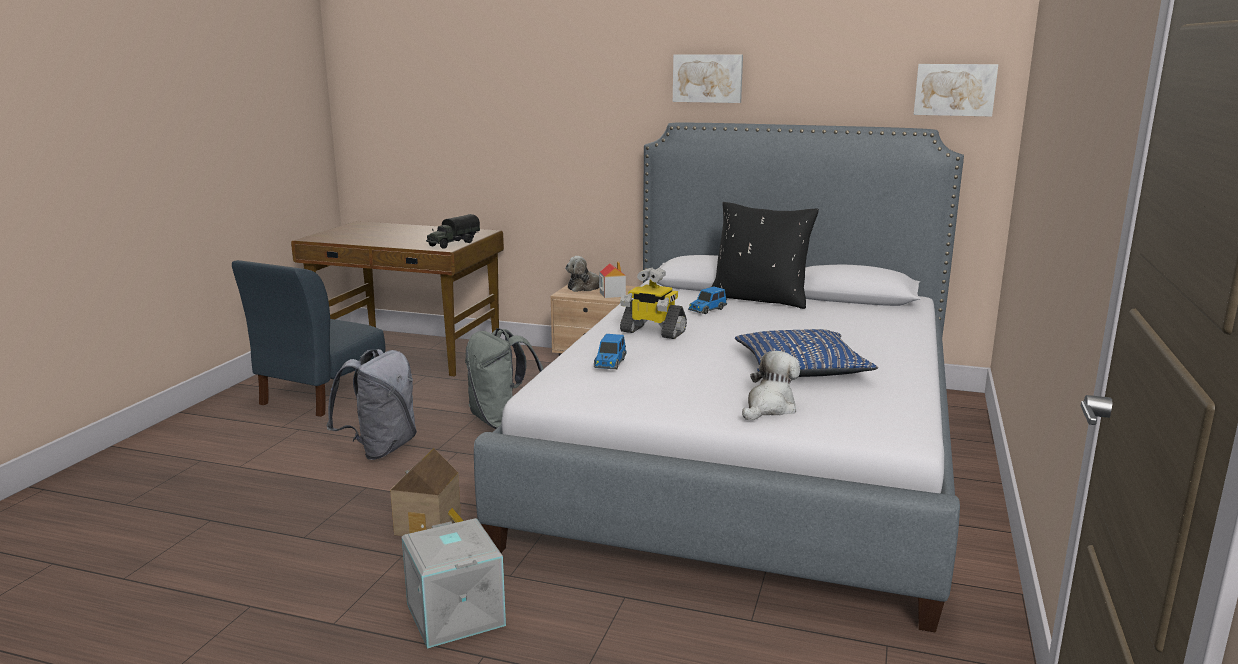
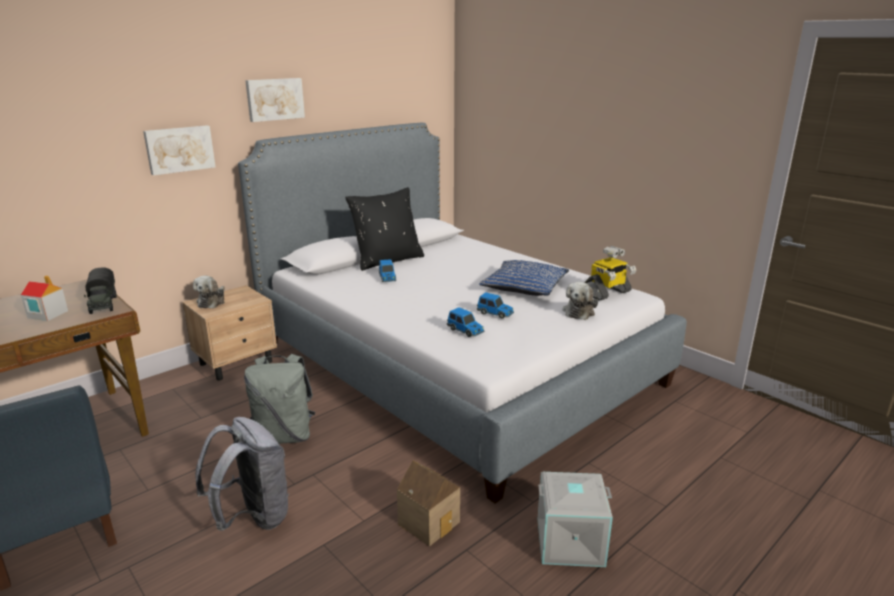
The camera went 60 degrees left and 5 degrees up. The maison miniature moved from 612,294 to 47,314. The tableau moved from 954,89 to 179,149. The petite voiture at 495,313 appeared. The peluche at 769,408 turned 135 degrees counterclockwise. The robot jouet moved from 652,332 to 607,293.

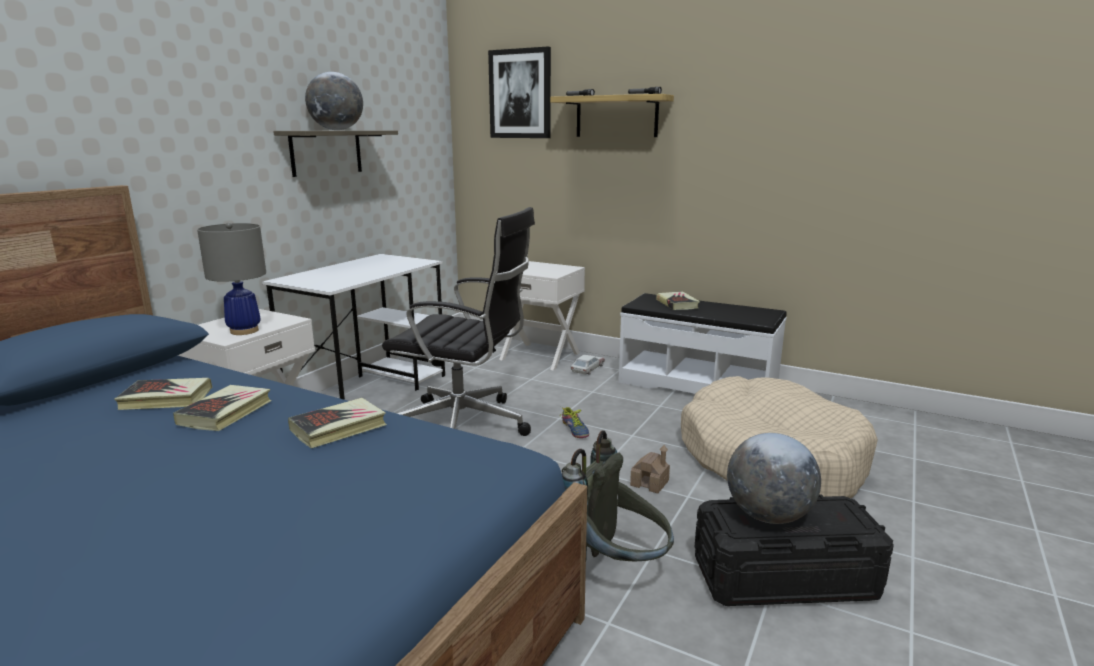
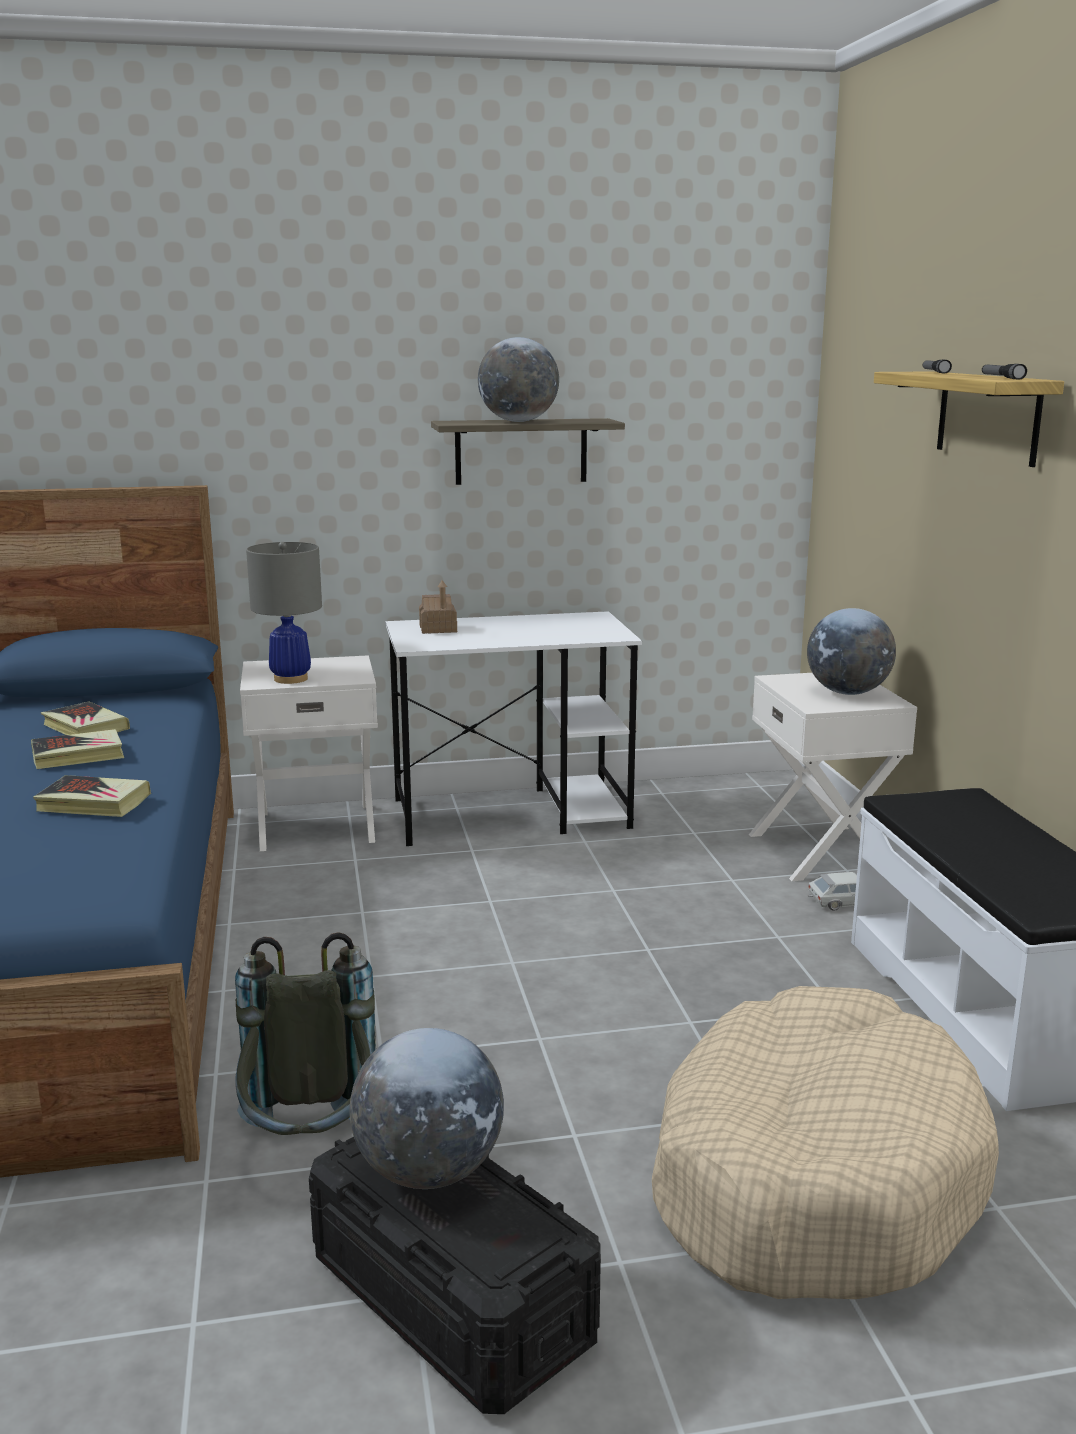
The camera went 50 degrees right and 0 degrees up. The maison miniature moved from 650,483 to 438,629. The globe at 848,693 appeared. The chaise de bureau/noir at 465,426 disappeared. The tableau at 520,94 disappeared. The chaussure at 573,430 disappeared. The livre at 677,304 disappeared.

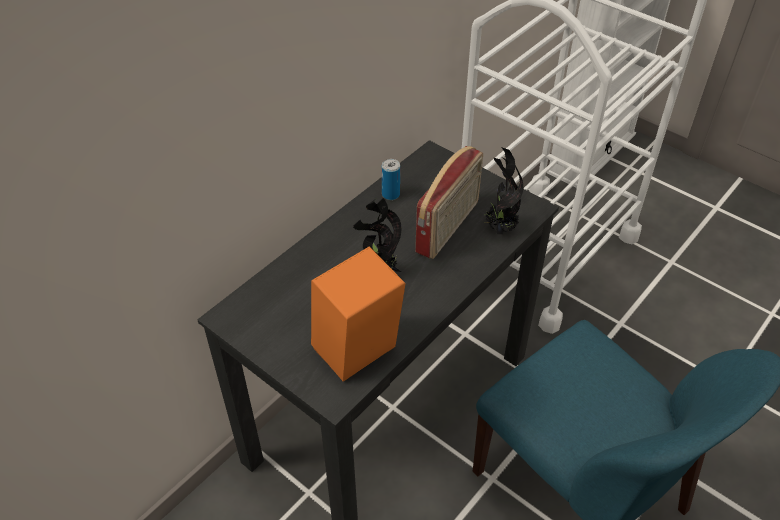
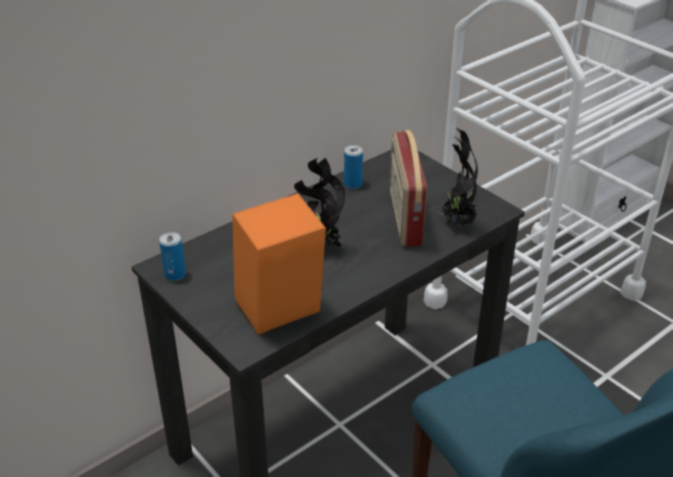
The camera went 10 degrees right and 10 degrees down. The boîte métallique at 175,274 appeared. The radio at 448,227 turned 135 degrees clockwise.

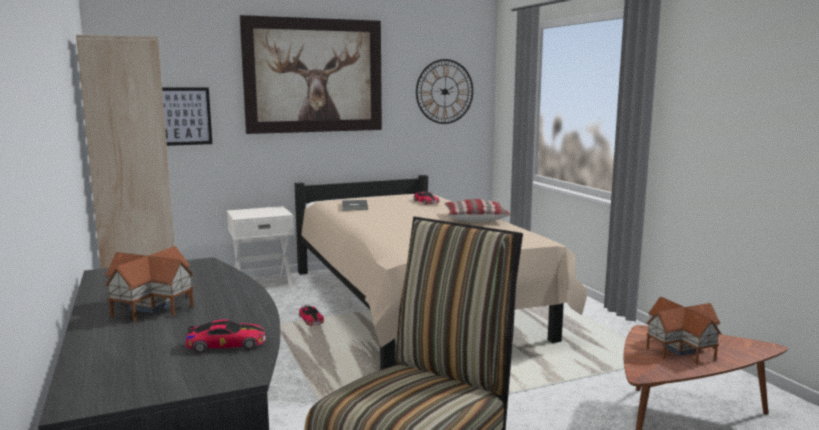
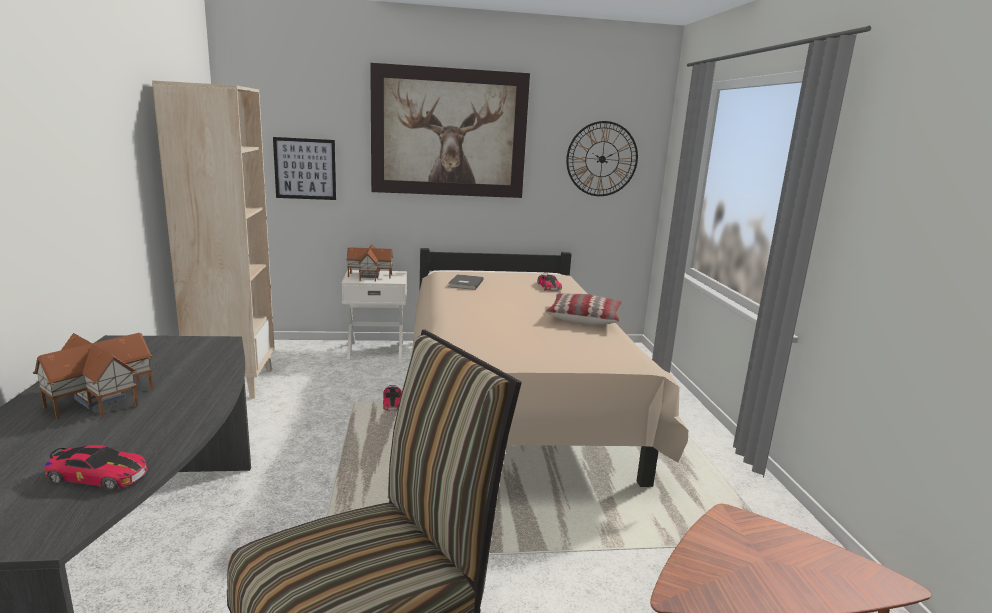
The camera went 15 degrees right and 5 degrees up. The maison miniature moved from 682,349 to 370,276.

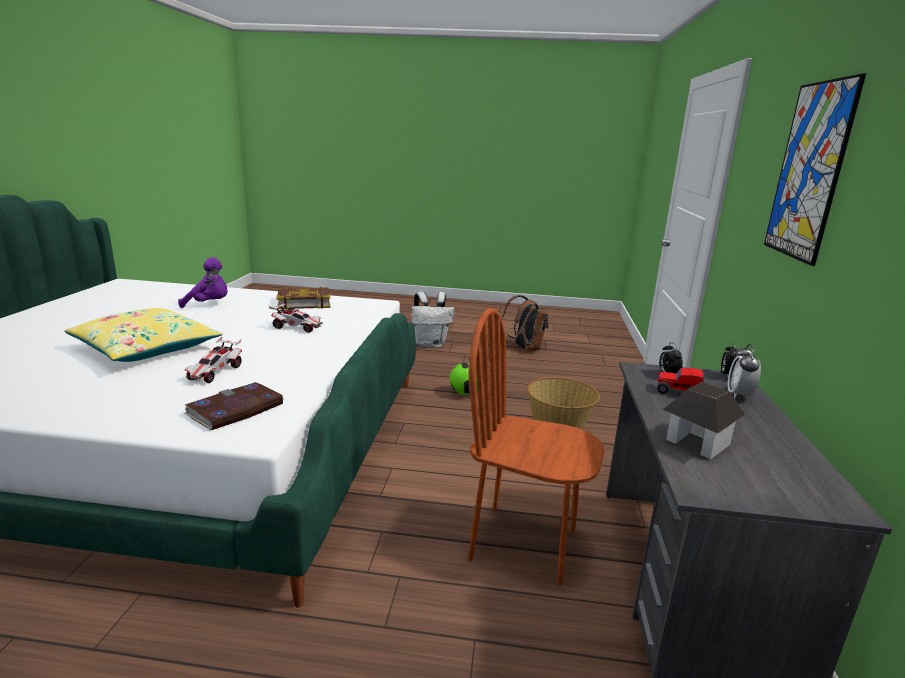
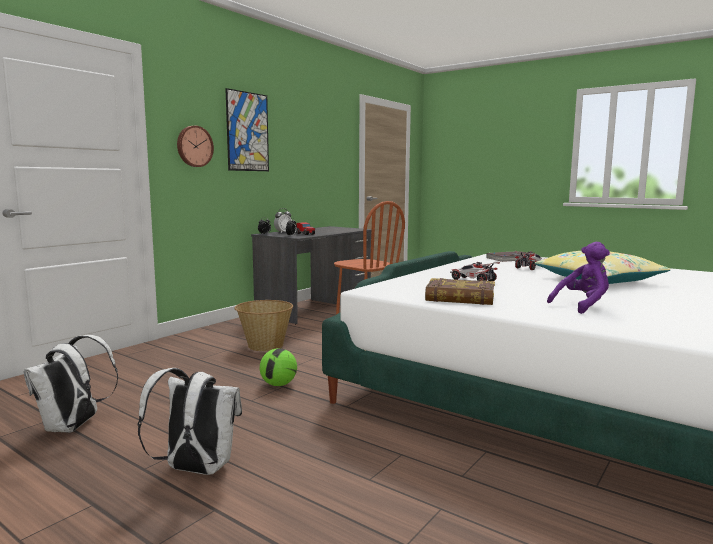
The camera went 150 degrees left and 10 degrees down. The sac à dos/marron at 525,348 became the sac à dos/blanc at 73,427. The horloge murale at 194,146 appeared. The peluche/violet at 209,304 turned 120 degrees clockwise. The maison miniature at 697,442 disappeared.

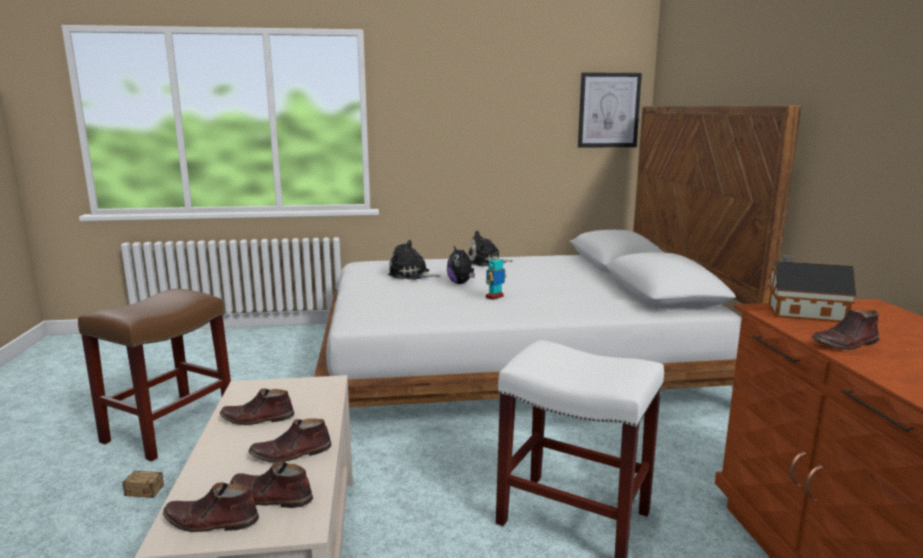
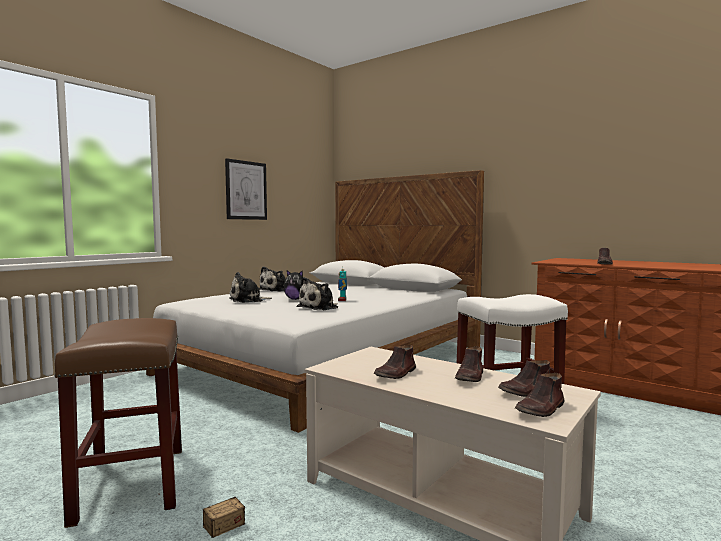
The camera went 45 degrees left and 10 degrees down. The tableau moved from 608,110 to 246,190. The peluche at 320,307 appeared. The maison miniature at 802,312 disappeared.

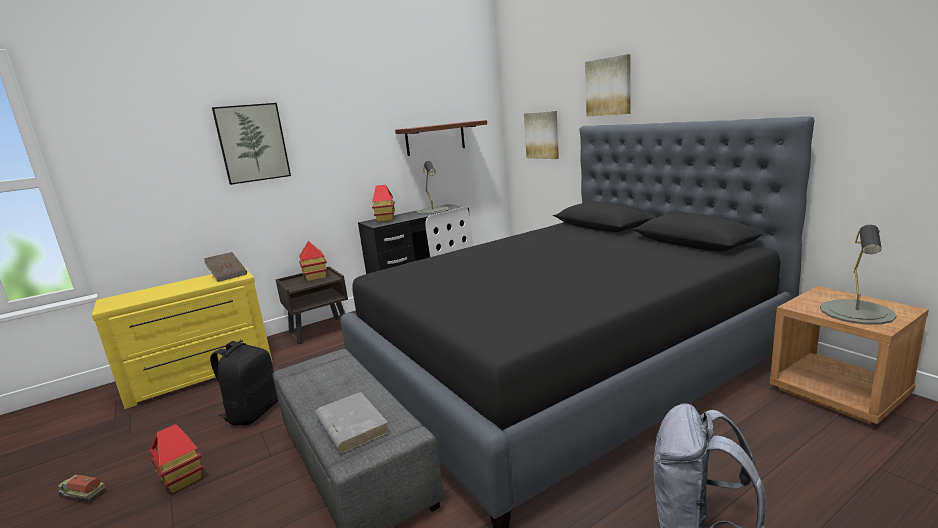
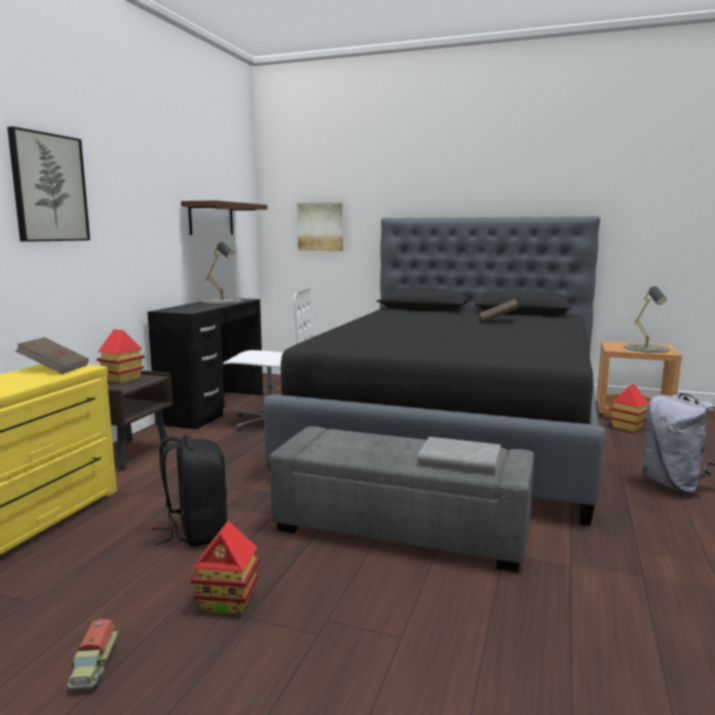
The camera went 40 degrees left and 5 degrees down. The camion jouet at 82,494 turned 75 degrees counterclockwise. The livre/marron at 499,320 appeared. The maison miniature moved from 385,219 to 627,427. The tableau at 609,86 disappeared.

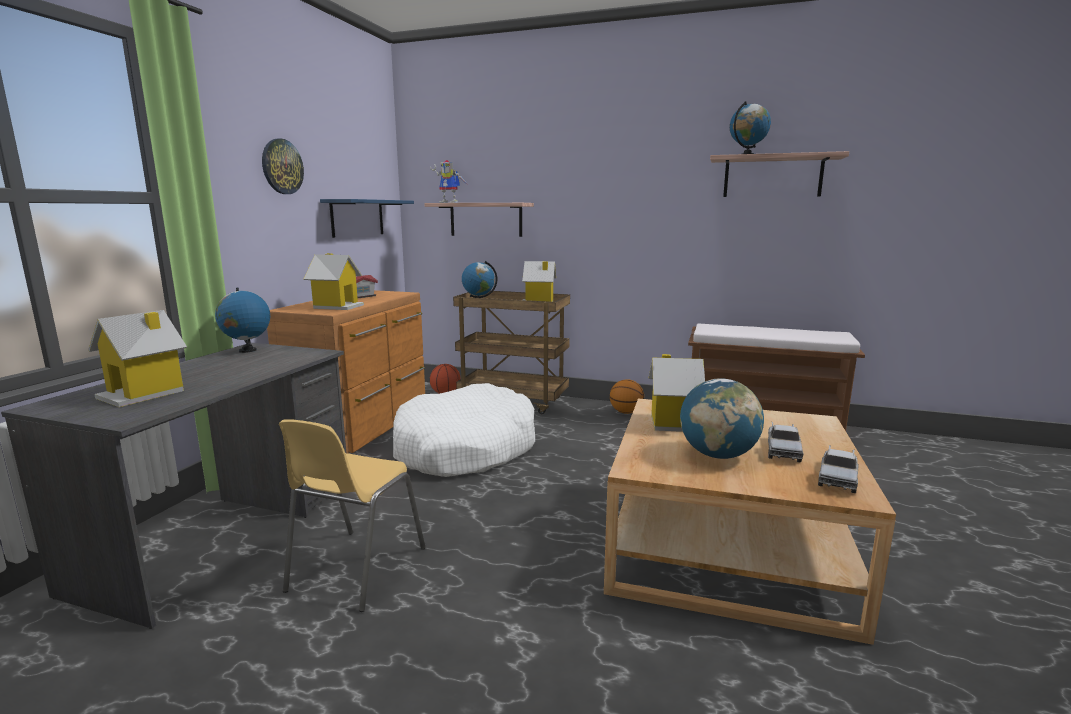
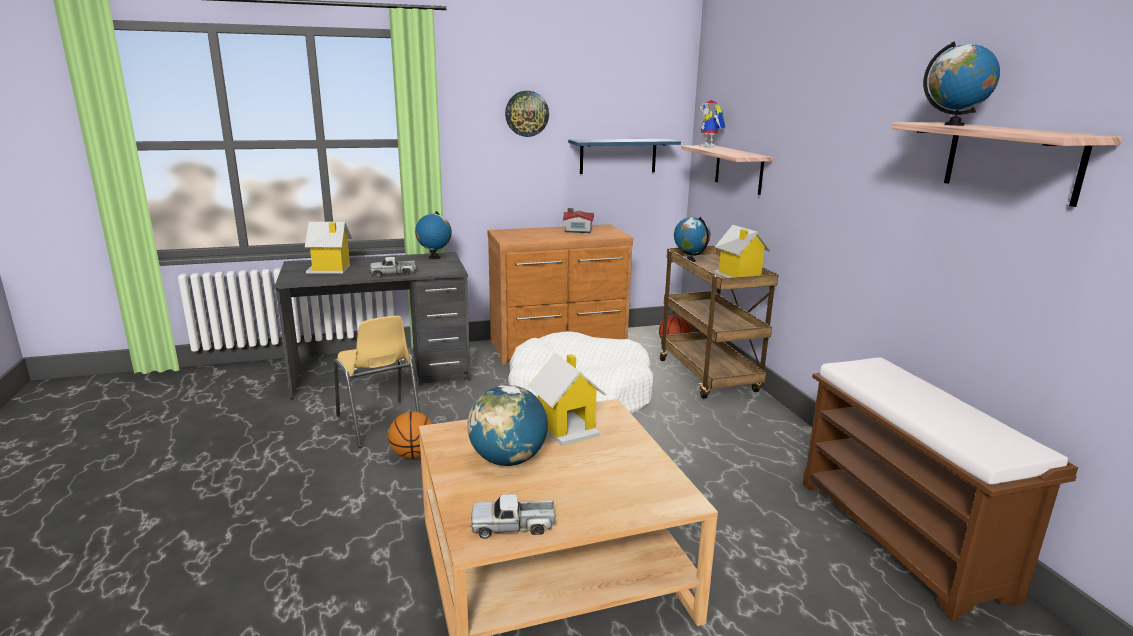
The camera went 55 degrees right and 5 degrees up. The chaise/jaune at 355,569 turned 105 degrees counterclockwise. The camion jouet moved from 783,450 to 393,274. The ballon de basket moved from 626,412 to 413,455. The maison miniature at 337,306 disappeared.

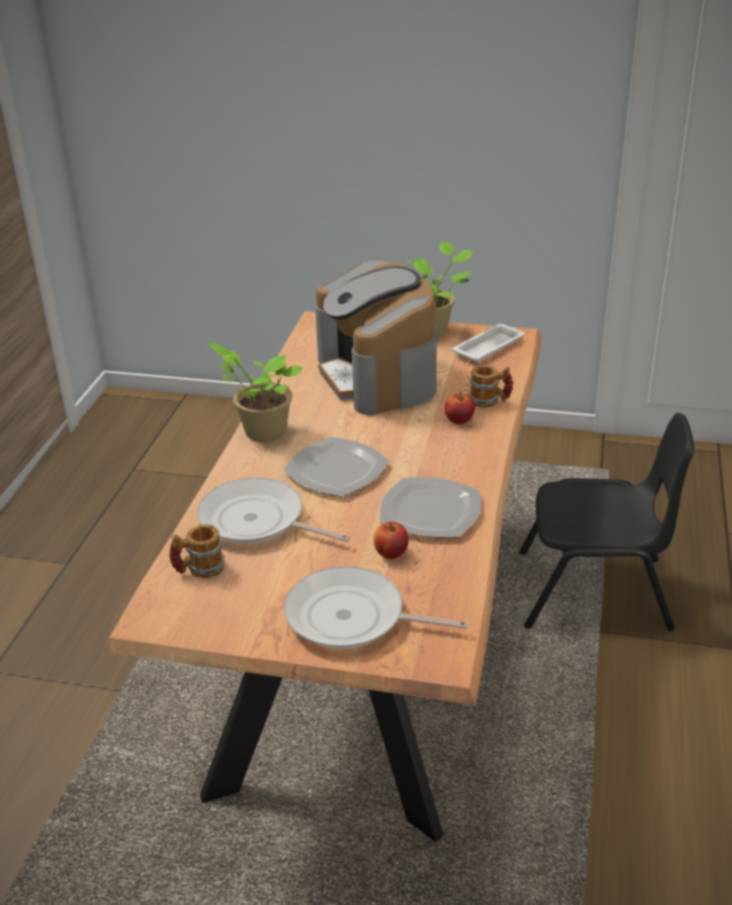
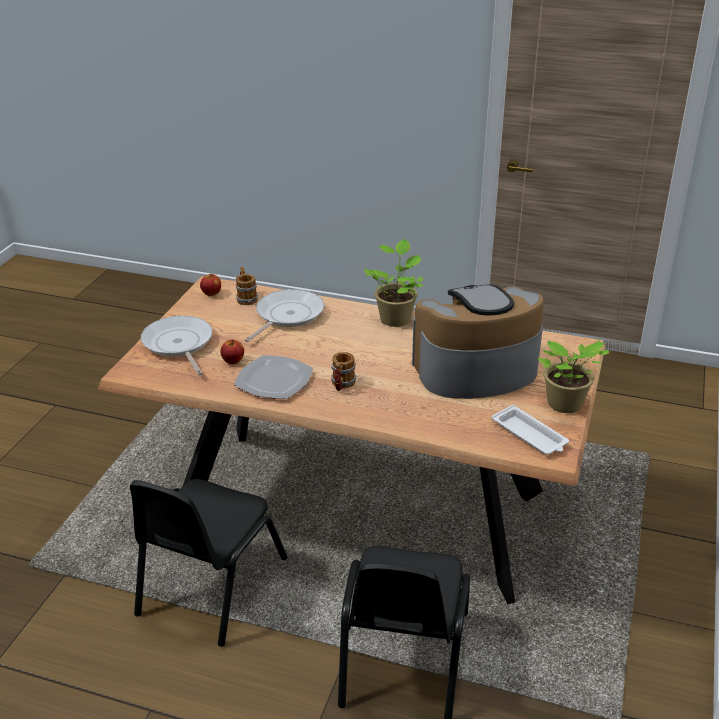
The camera went 95 degrees right and 0 degrees up. The chaise/noir at 210,586 appeared. The poêle at 352,618 turned 45 degrees counterclockwise. The pomme moved from 459,421 to 211,293. The mug moved from 490,401 to 342,385. The assiette at 335,470 disappeared.

